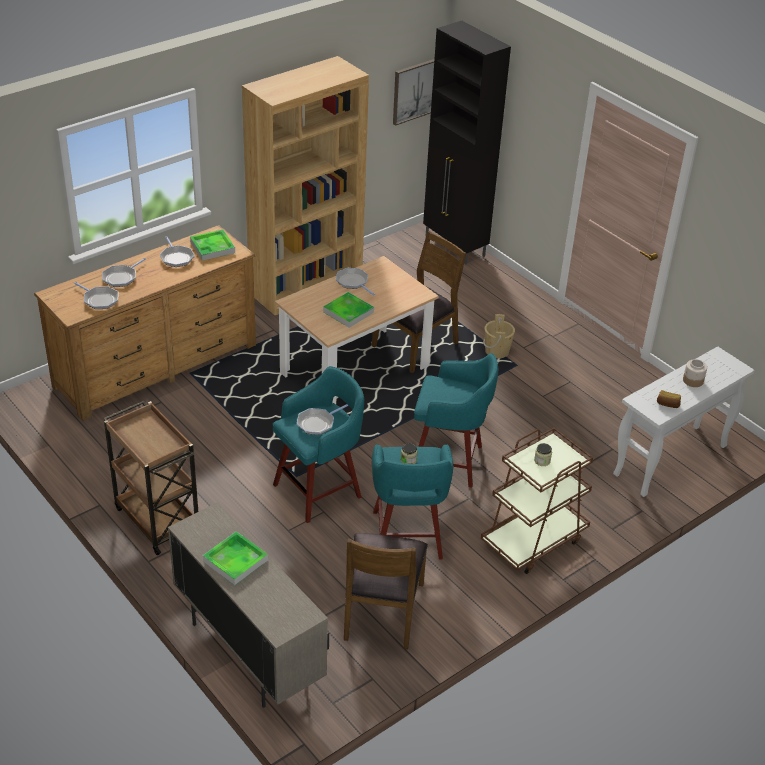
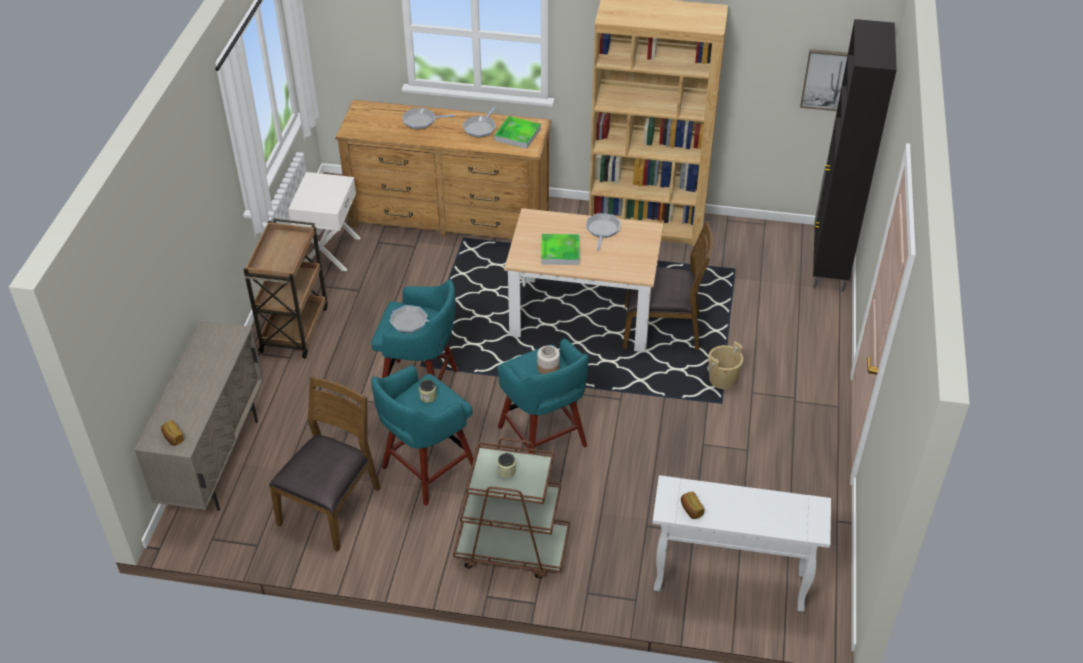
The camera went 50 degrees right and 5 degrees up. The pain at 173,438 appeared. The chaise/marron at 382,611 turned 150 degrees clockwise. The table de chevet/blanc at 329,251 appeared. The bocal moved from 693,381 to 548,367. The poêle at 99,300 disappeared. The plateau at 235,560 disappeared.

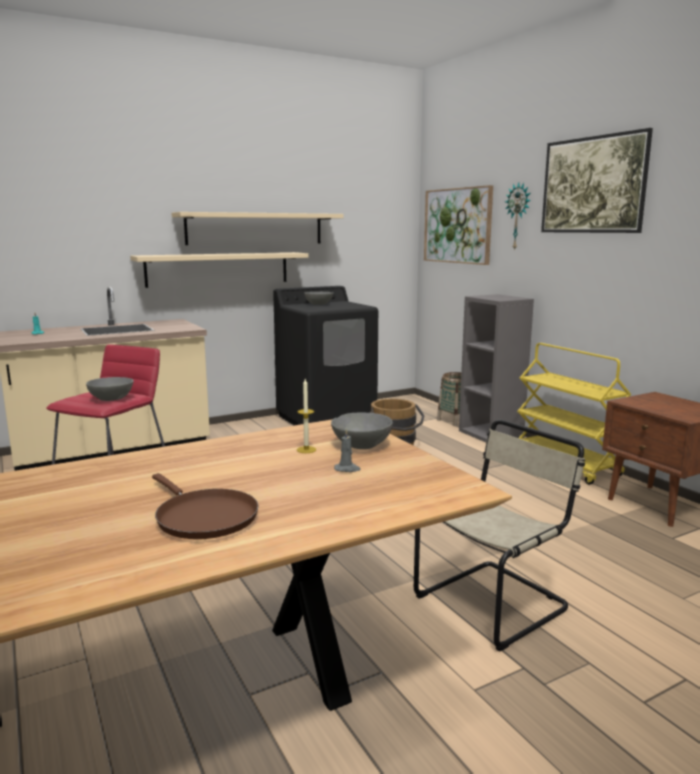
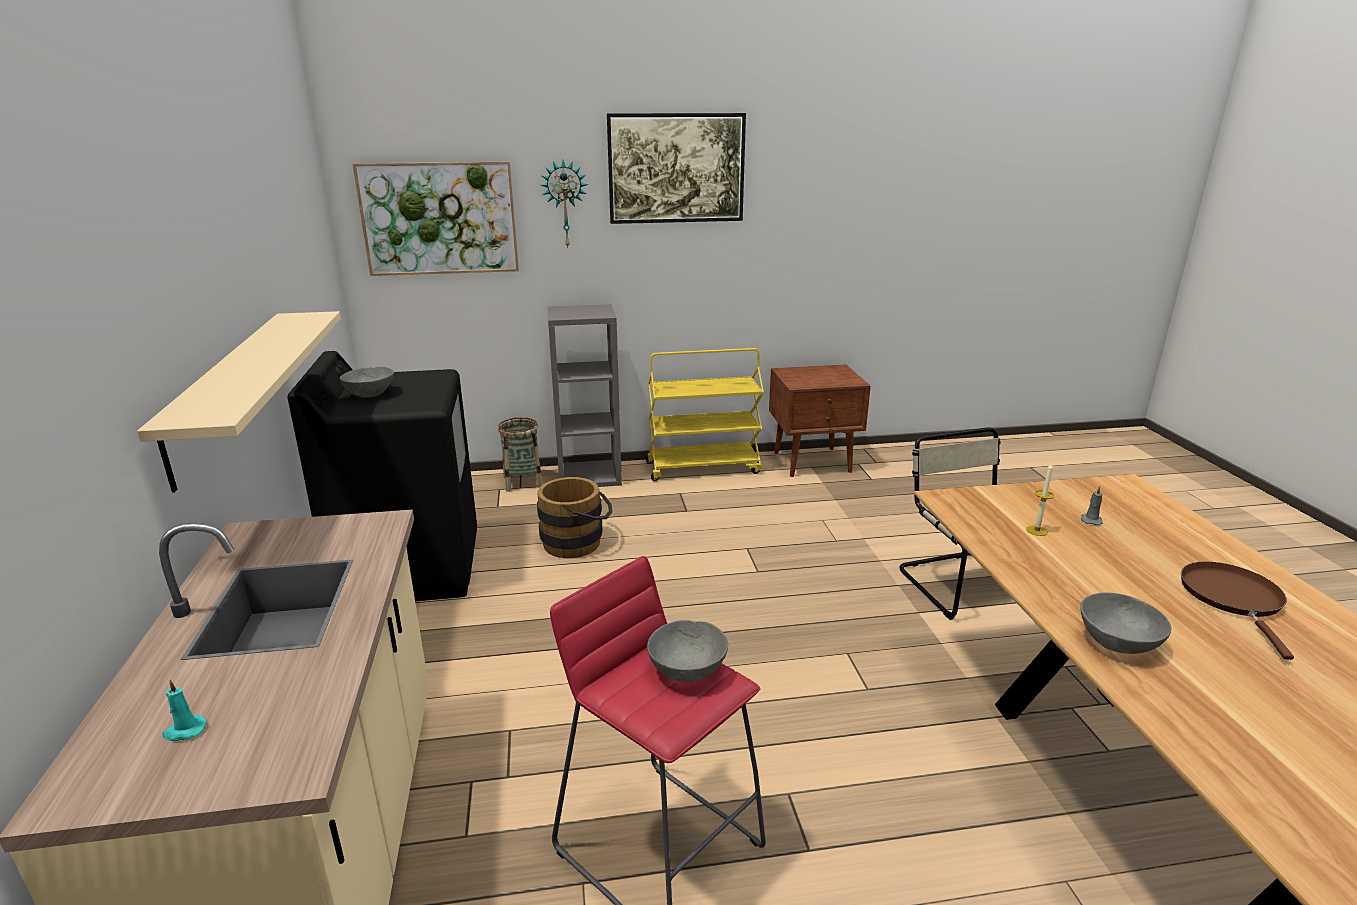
The camera went 70 degrees left and 10 degrees up. The bol/gris moved from 361,445 to 1117,643. The poêle/marron at 203,517 turned 60 degrees counterclockwise. The étagère/beige at 255,228 disappeared.

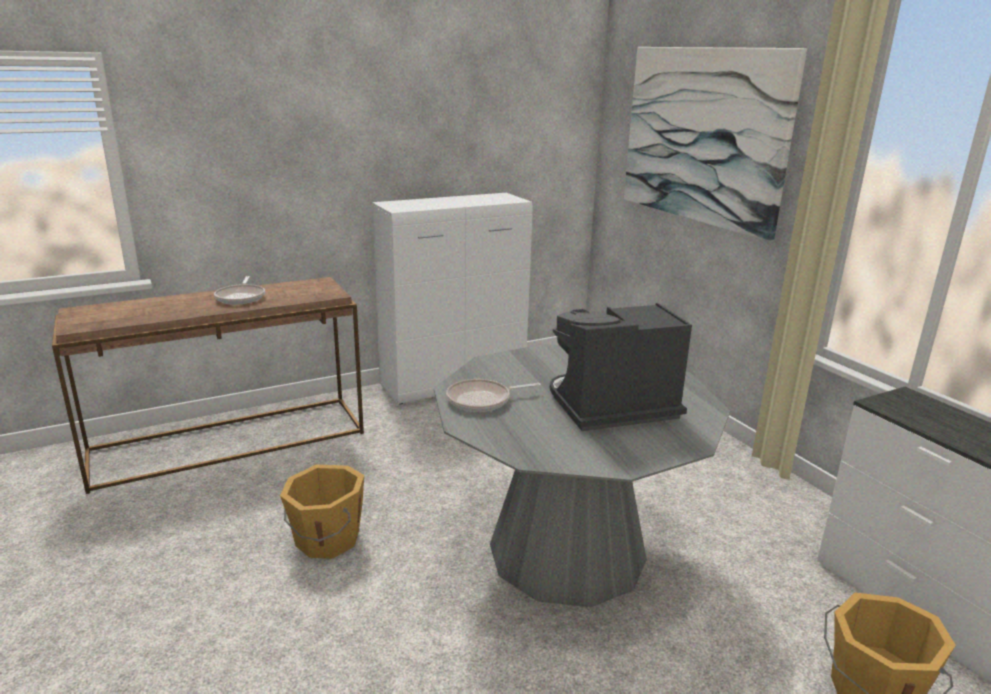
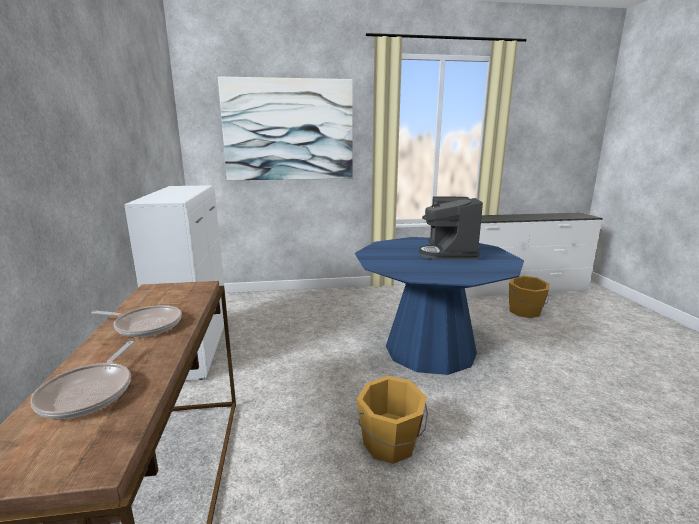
The camera went 70 degrees left and 5 degrees down. The poêle moved from 482,400 to 90,392. The table à manger/gris at 567,552 became the table à manger/bleu at 430,349.

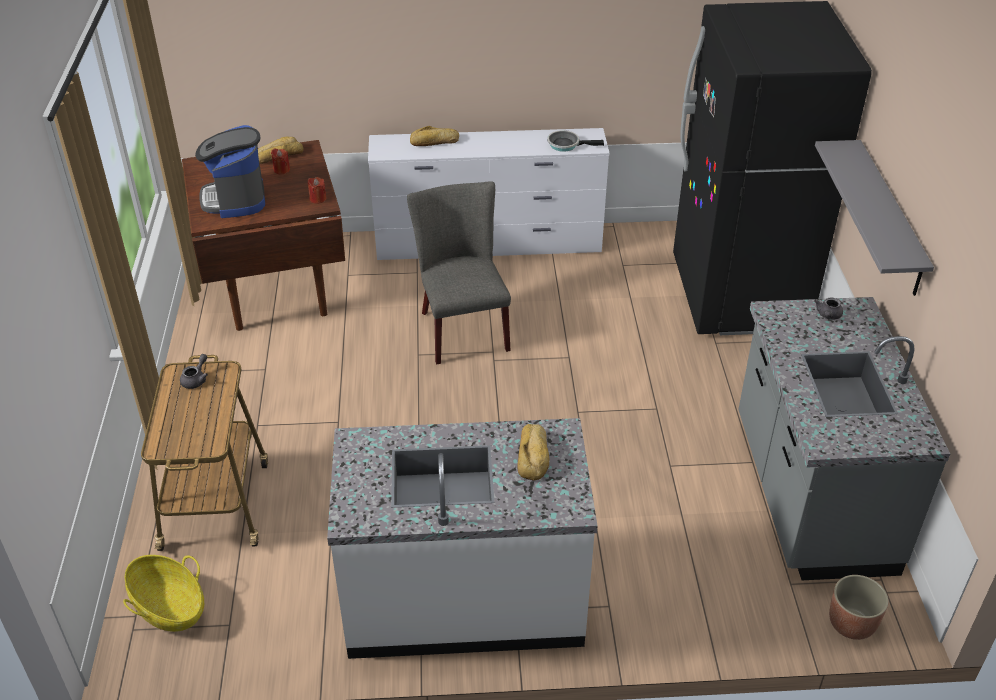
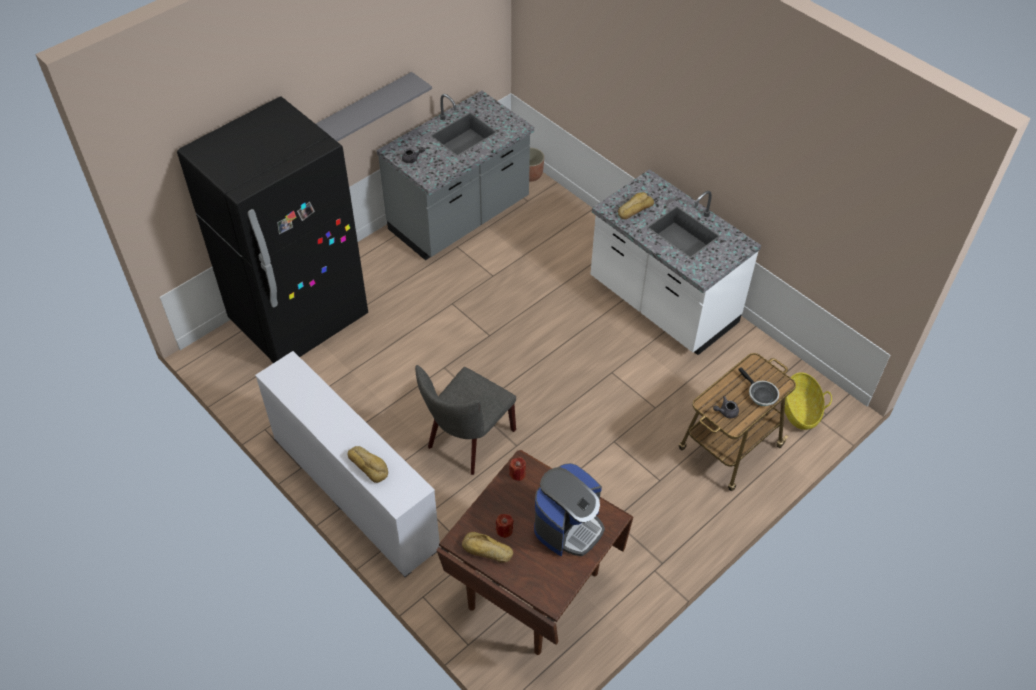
The camera went 130 degrees left and 10 degrees up. The poêle moved from 566,144 to 760,394.

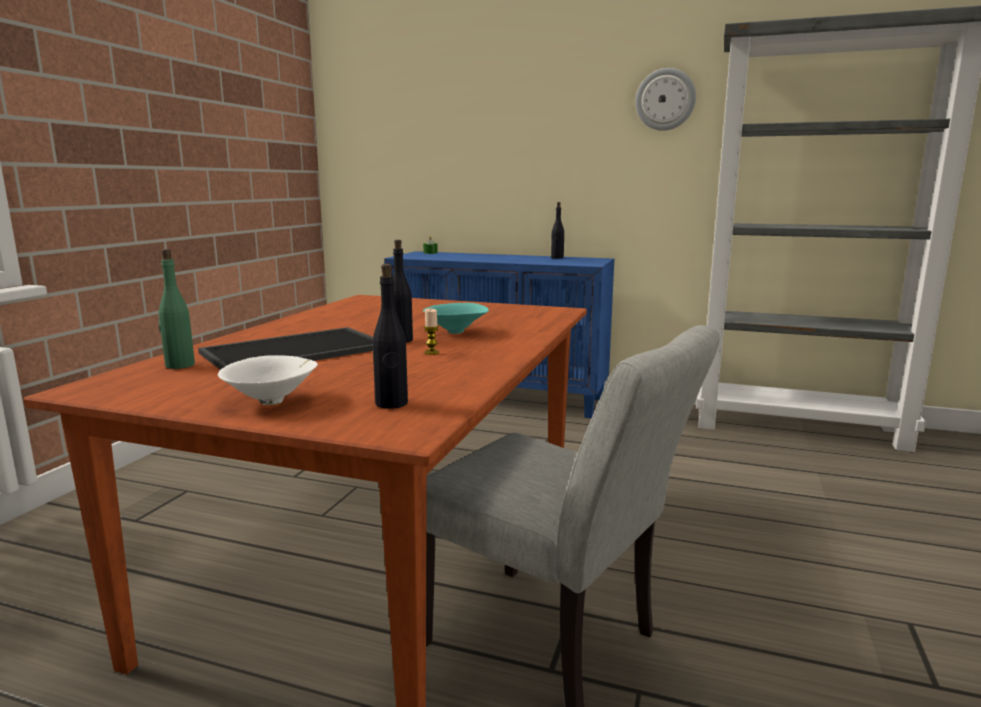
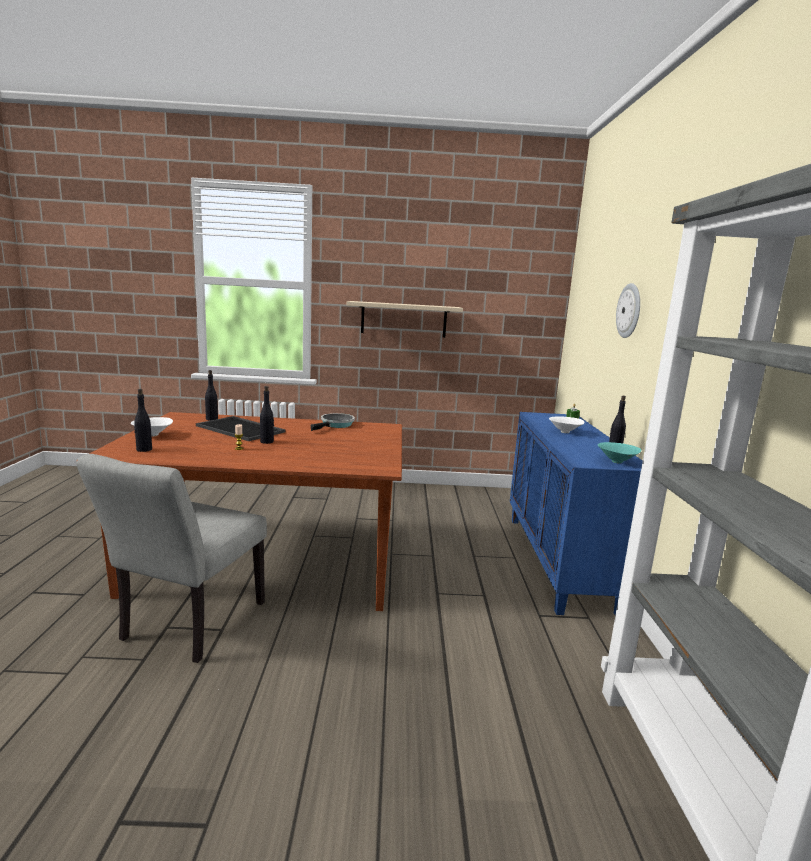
The camera went 70 degrees right and 0 degrees up. The bouteille/vert at 179,365 became the bouteille/noir at 212,419. The poêle at 336,425 appeared. The étagère/beige at 403,319 appeared. The bol/blanc at 565,432 appeared. The bol/turquoise moved from 457,332 to 617,462. The horloge murale moved from 665,99 to 629,311.

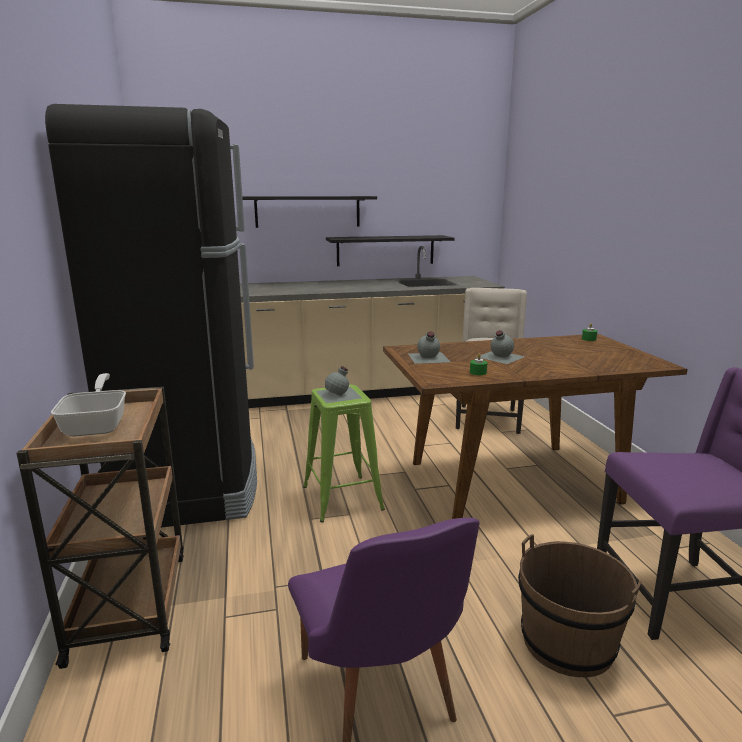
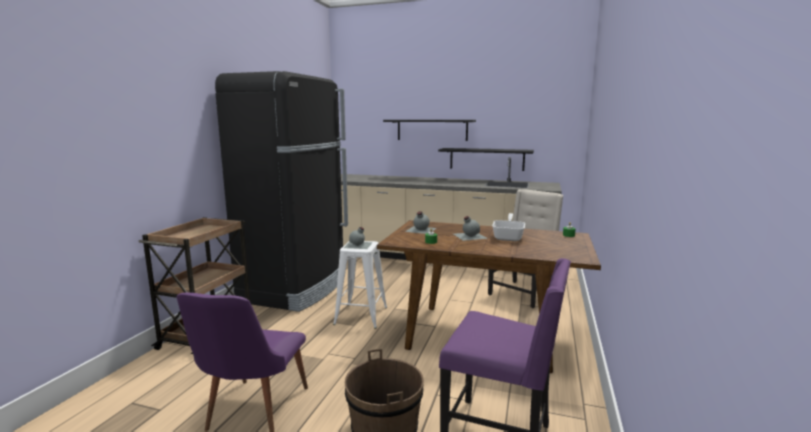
The camera went 30 degrees right and 5 degrees down. The tabouret/vert at 342,498 became the tabouret/blanc at 361,316. The poêle moved from 97,424 to 508,237.

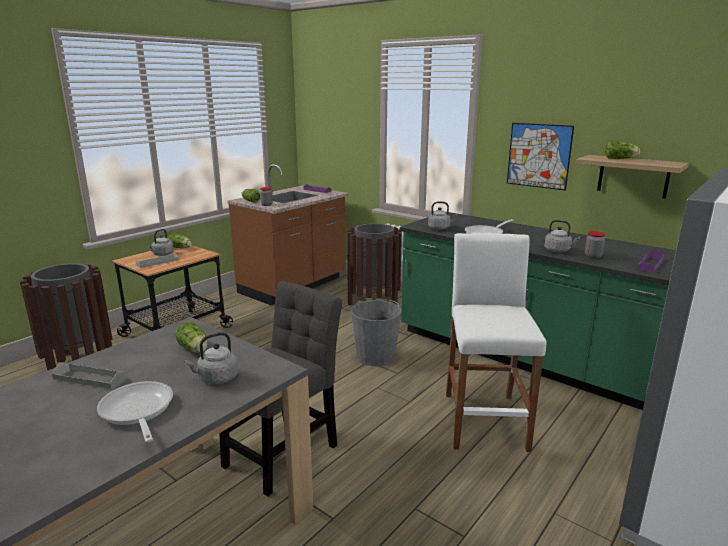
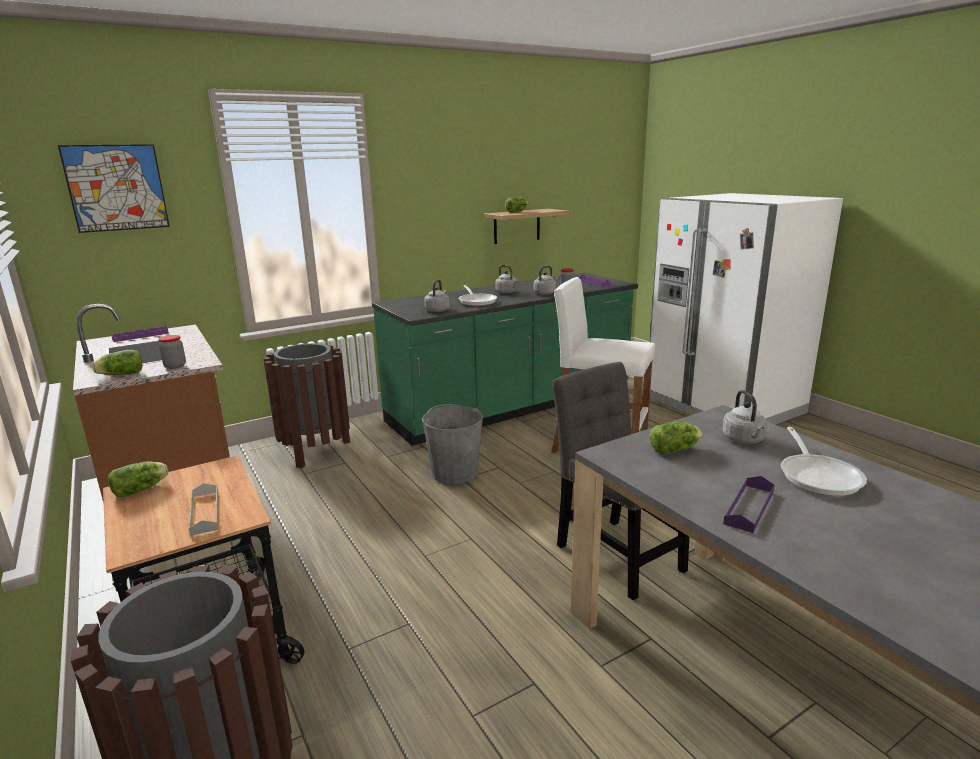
The camera went 70 degrees left and 0 degrees up. The tableau moved from 539,156 to 116,188. The bouilloire/gris moved from 162,254 to 507,292. The plateau/gris at 89,378 became the plateau/violet at 749,507. The poêle at 137,412 turned 75 degrees counterclockwise.

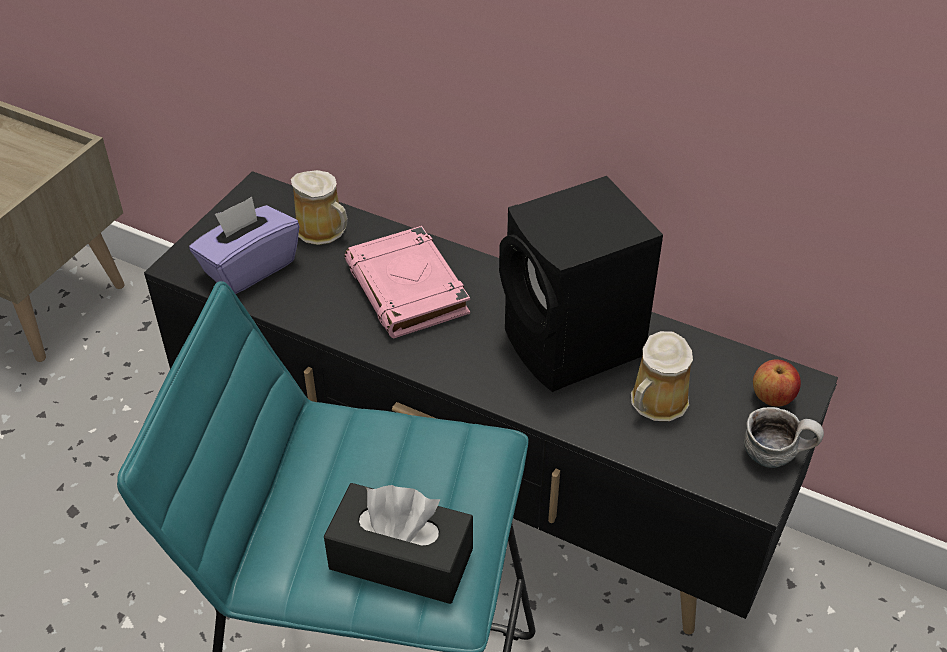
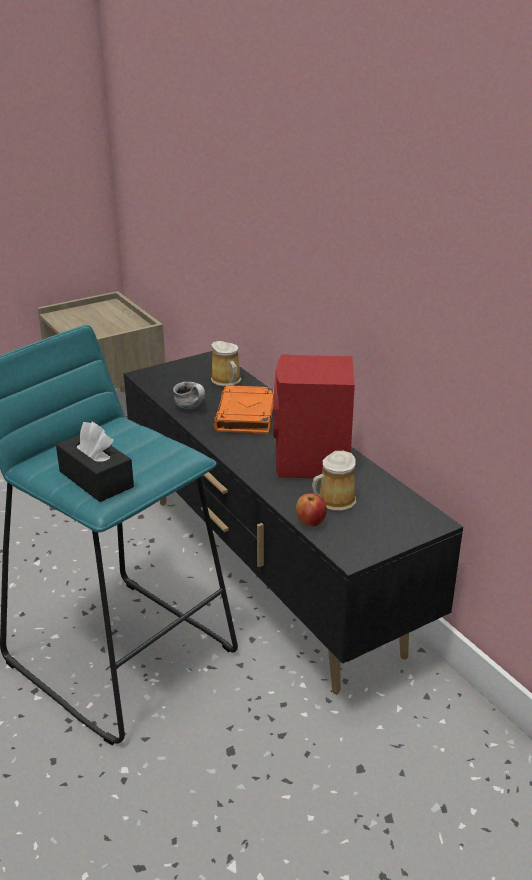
The camera went 30 degrees right and 15 degrees down. The mug moved from 776,454 to 192,408. The livre/rose at 408,290 became the livre/orange at 246,415. The enceinte/noir at 574,347 became the enceinte/rouge at 312,464. The pomme moved from 772,398 to 310,522. The boîte à mouchoirs/violet at 249,267 disappeared.

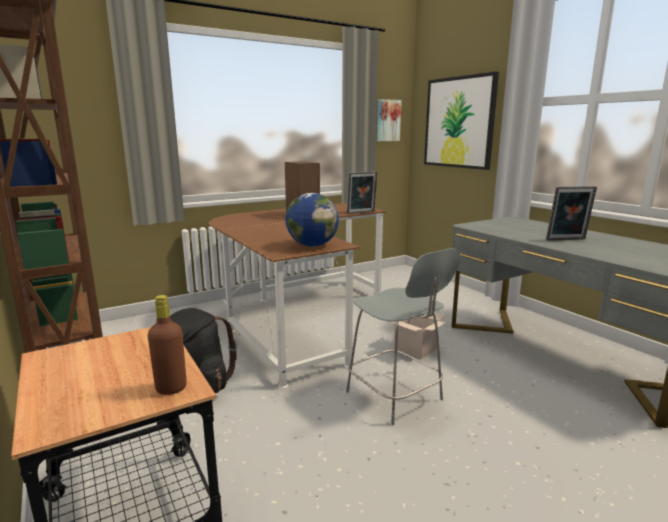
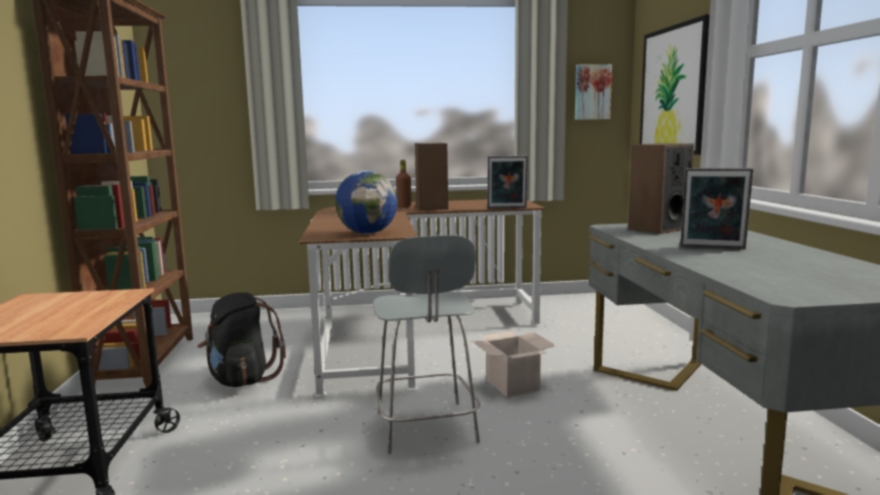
The camera went 25 degrees right and 5 degrees down. The bouteille/marron moved from 171,388 to 404,207. The enceinte at 658,228 appeared.

